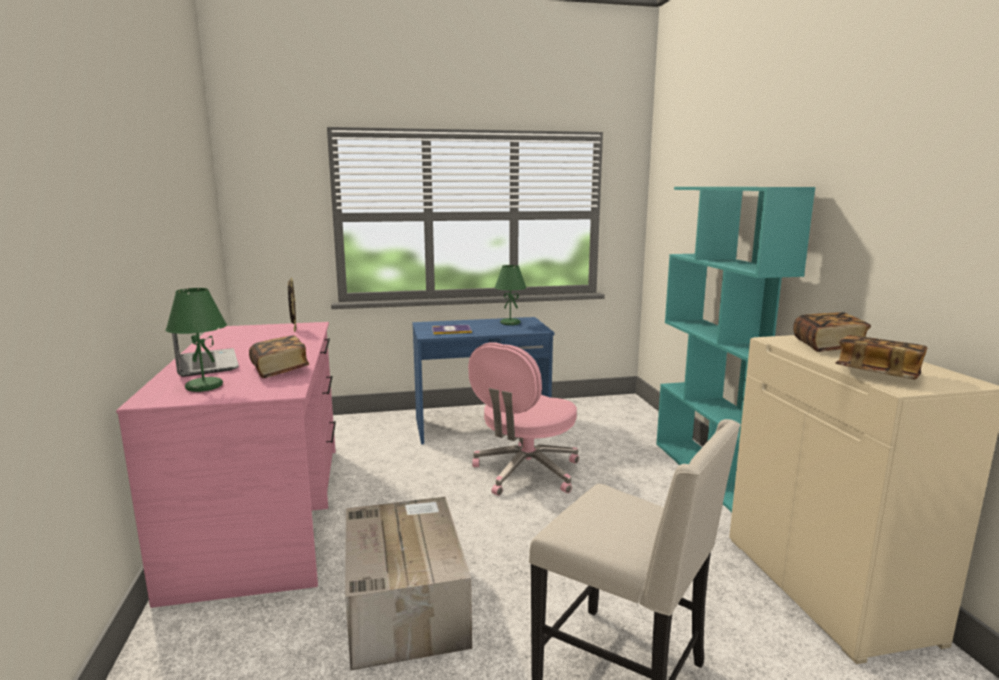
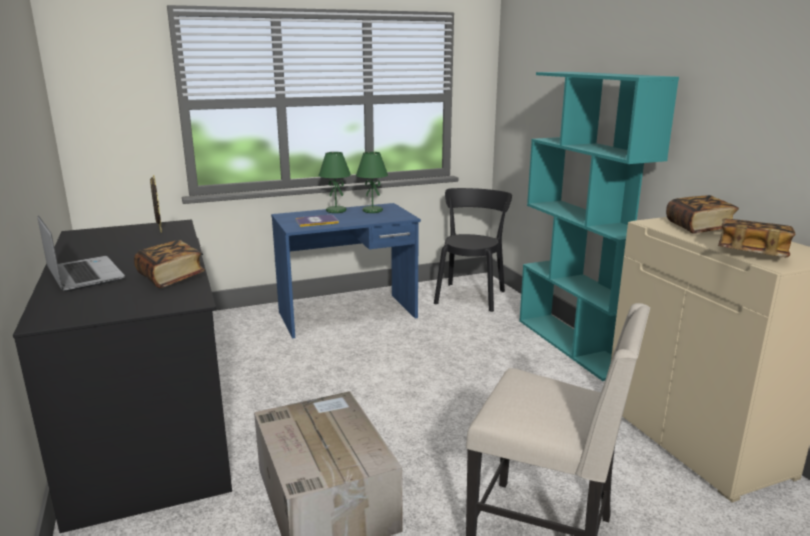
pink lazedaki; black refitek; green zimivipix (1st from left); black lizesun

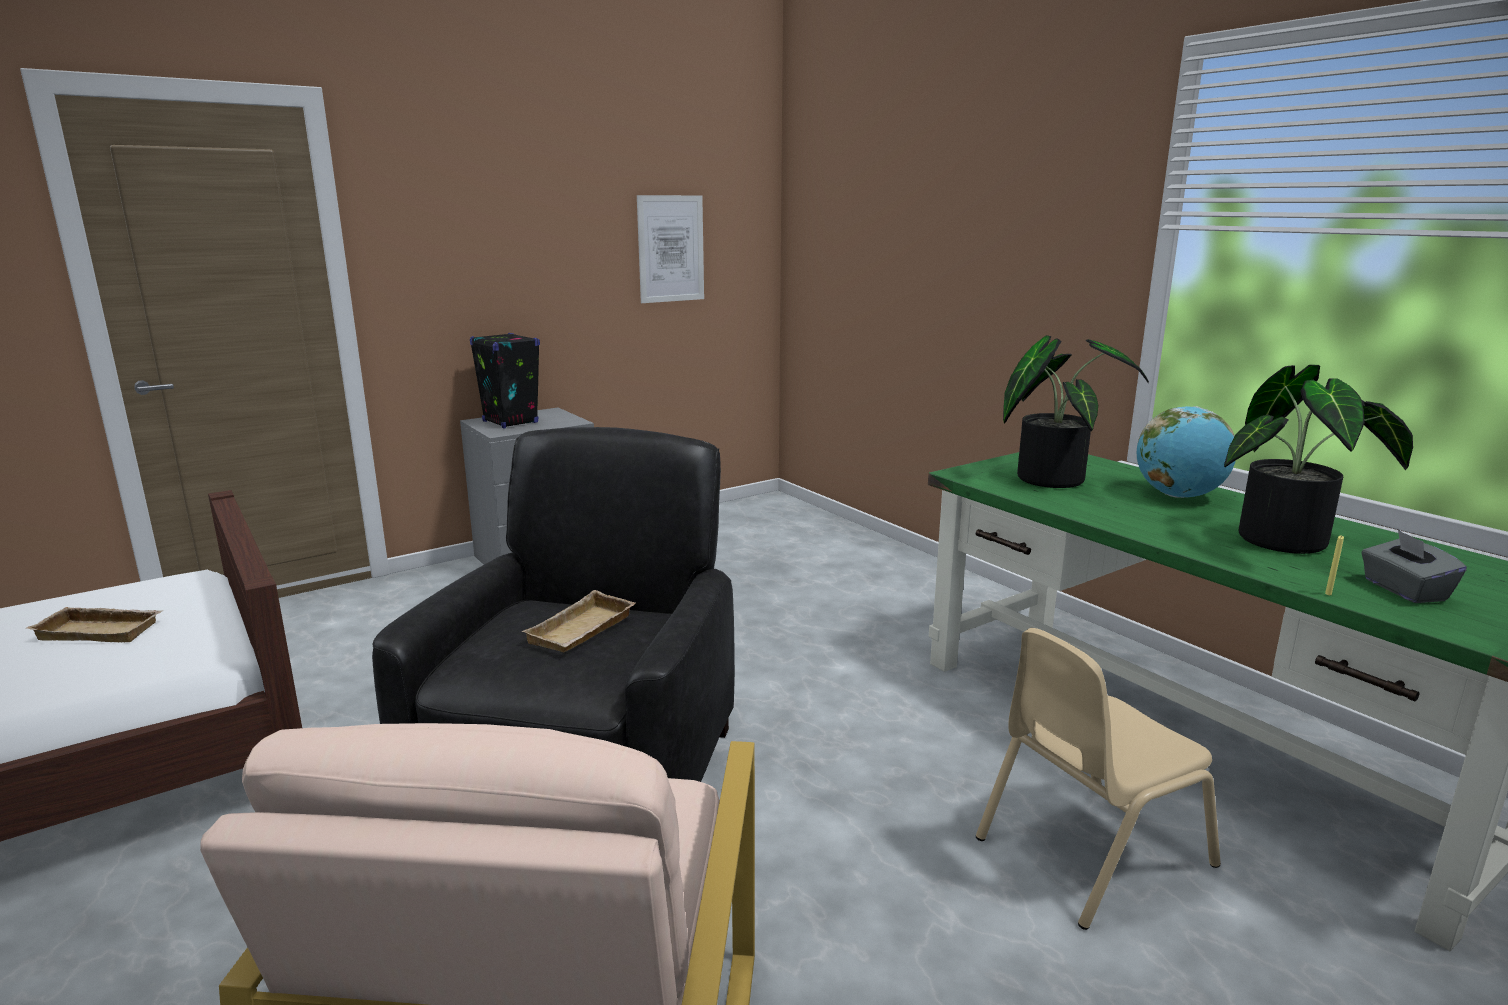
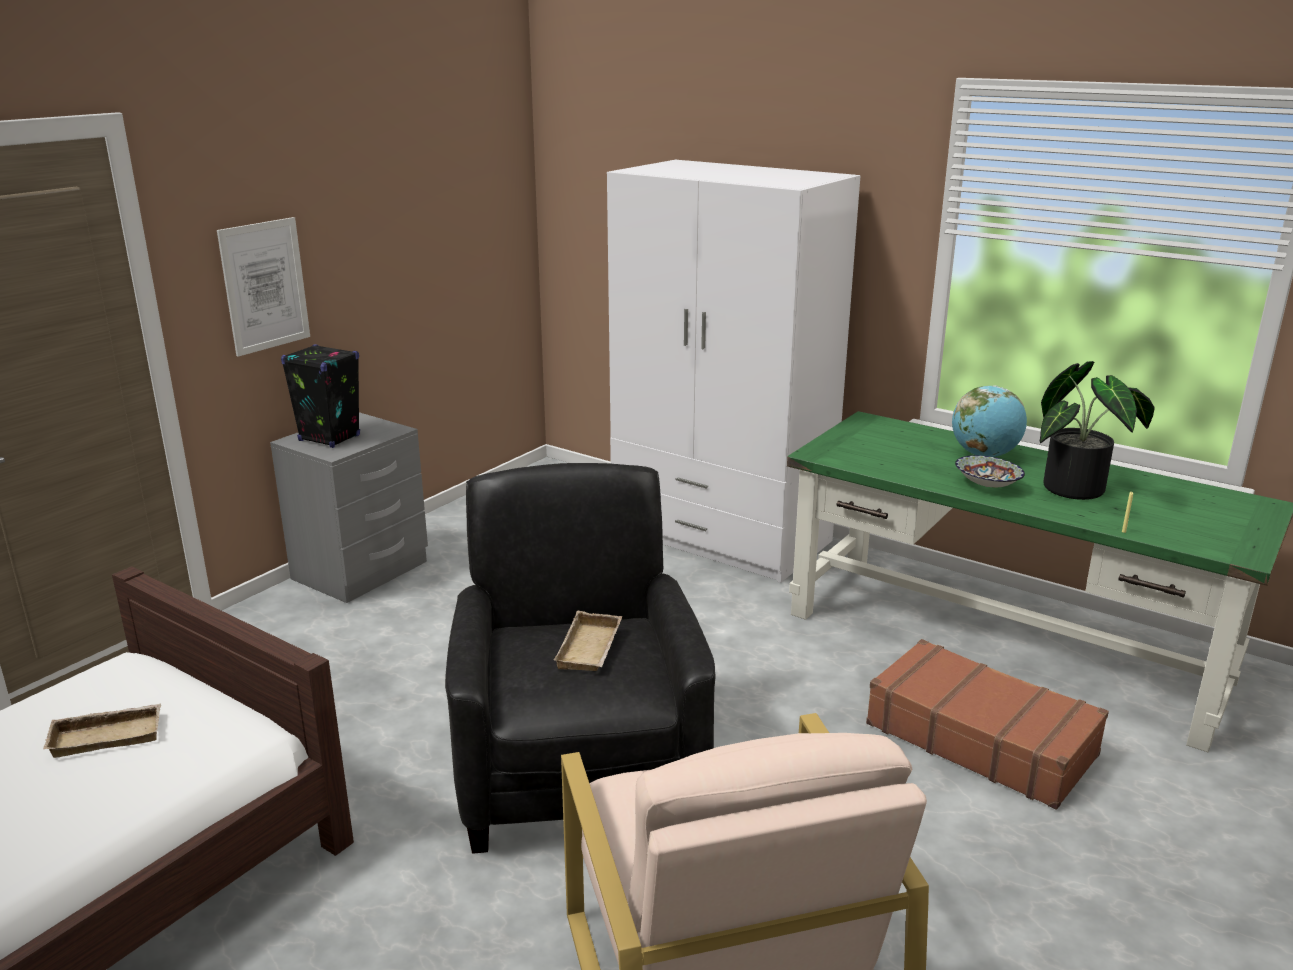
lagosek (1st from left in the first image); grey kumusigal; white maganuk; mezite; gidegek; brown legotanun

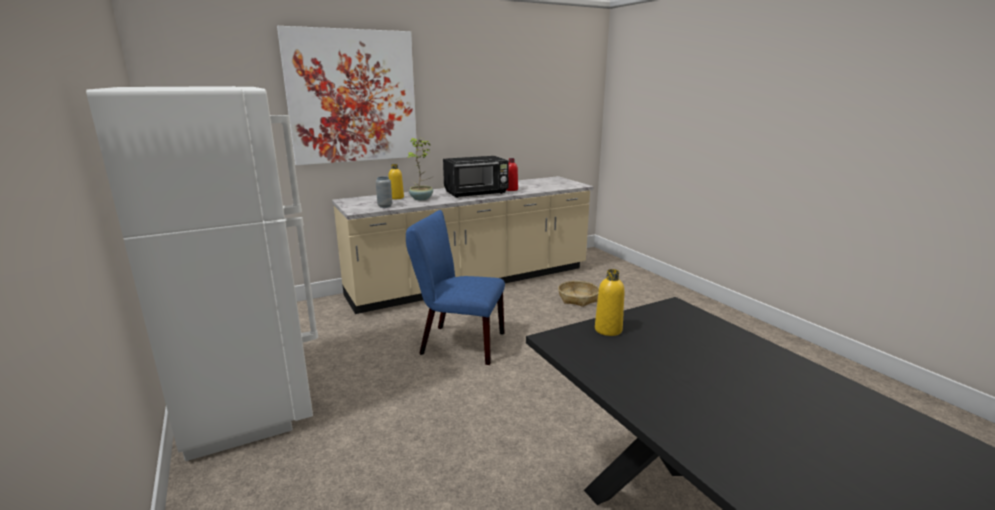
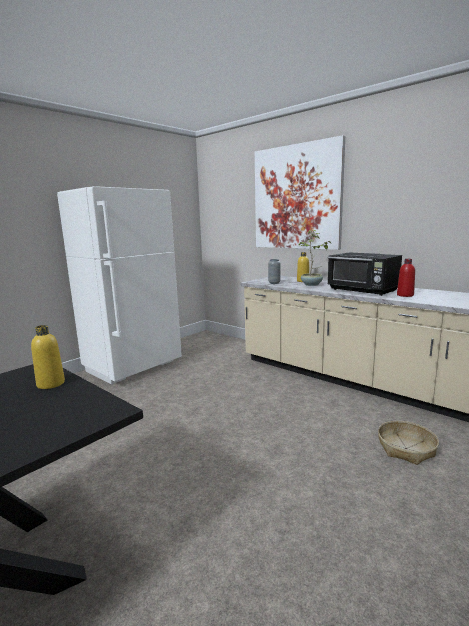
blue refitek

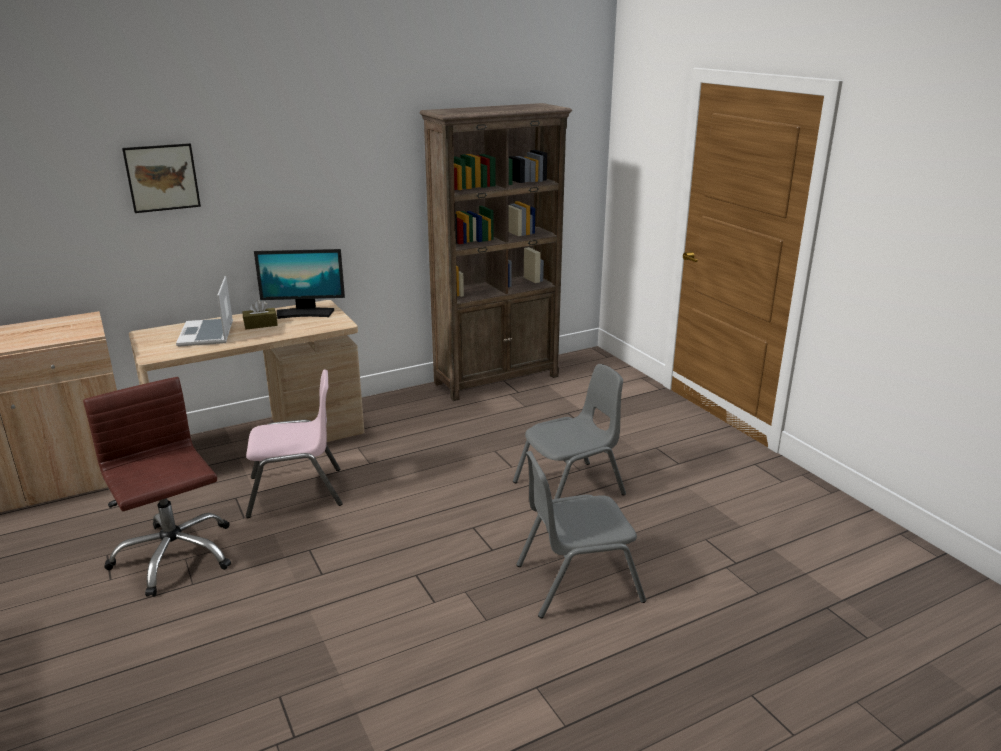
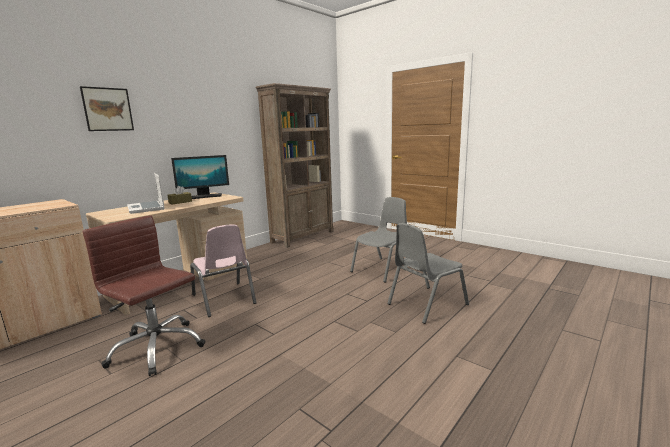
pink refitek

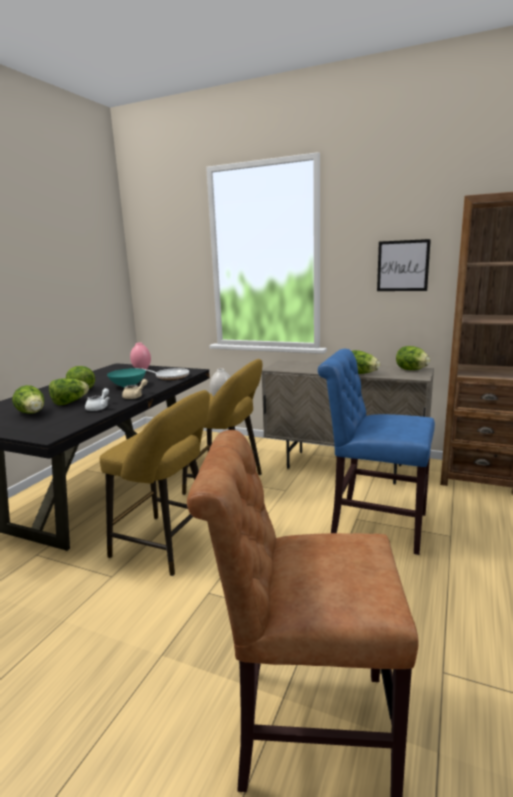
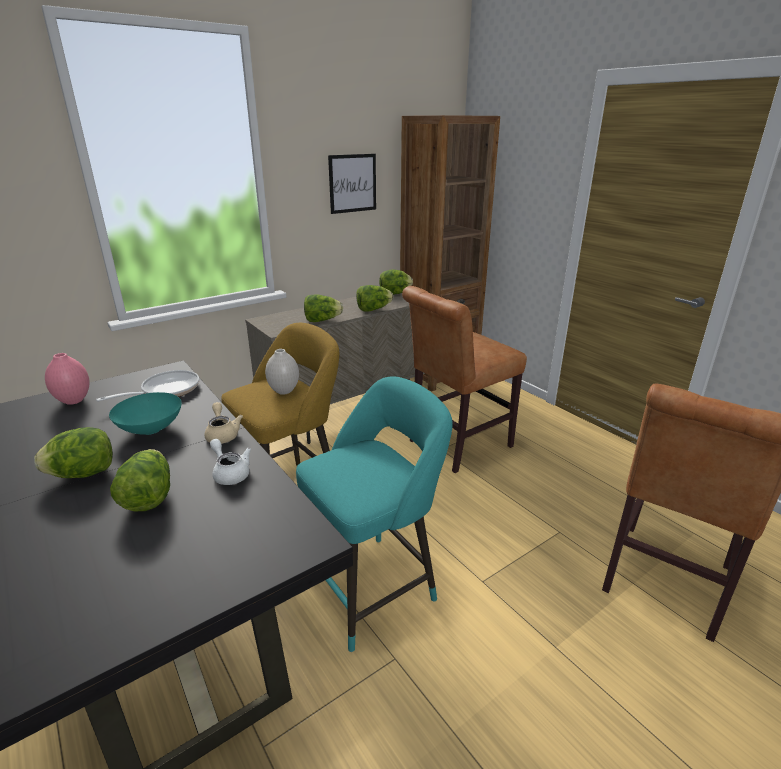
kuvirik (3rd from left); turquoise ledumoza; brown refitek (1st from left)

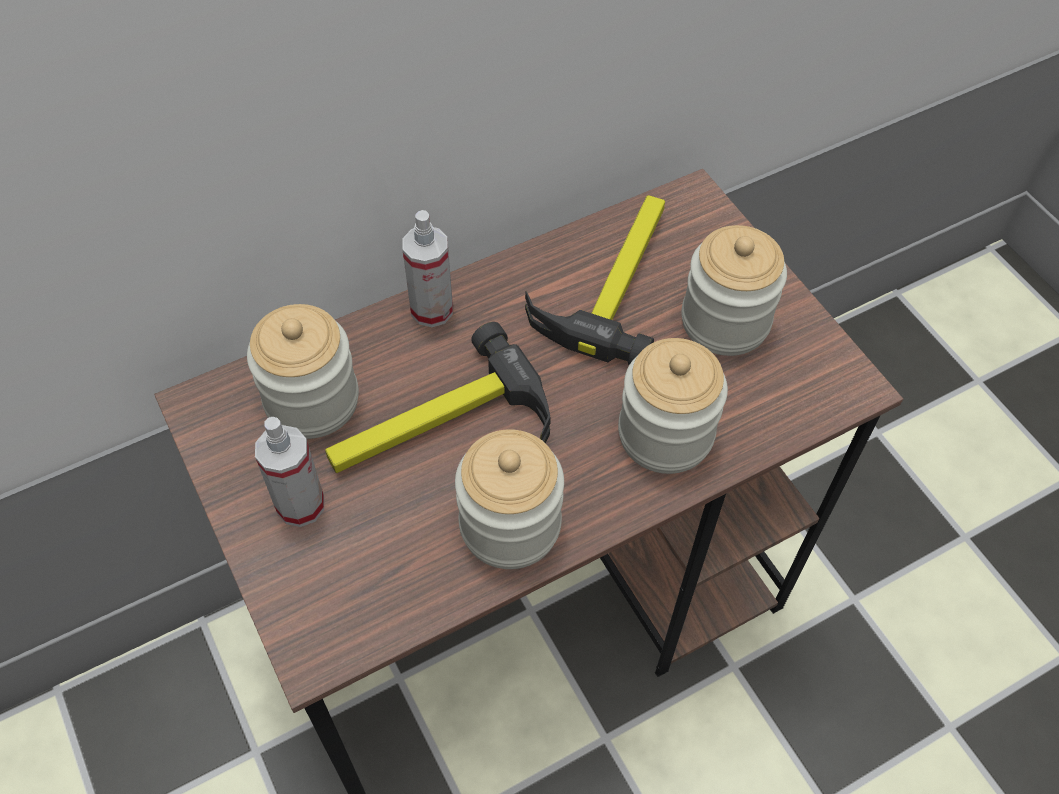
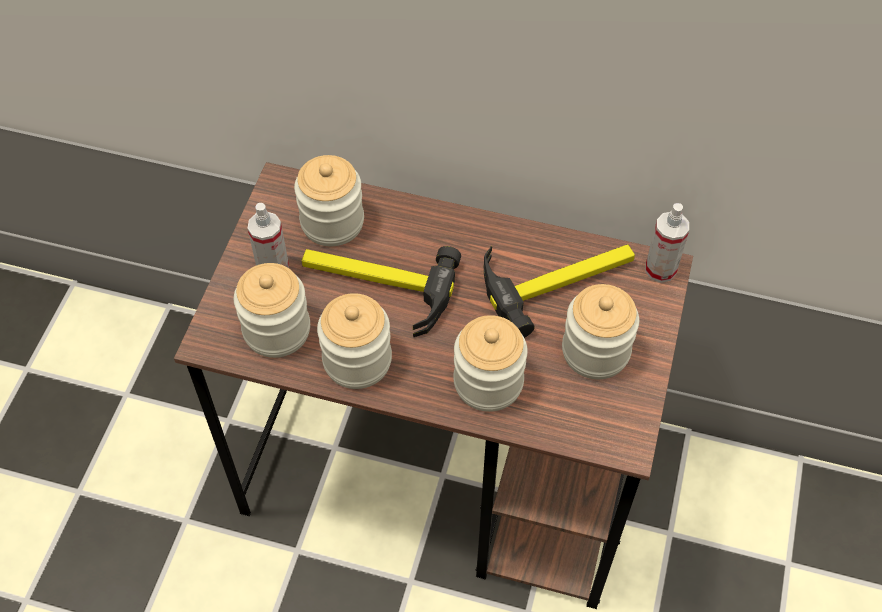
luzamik (1st from left); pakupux (2nd from left)

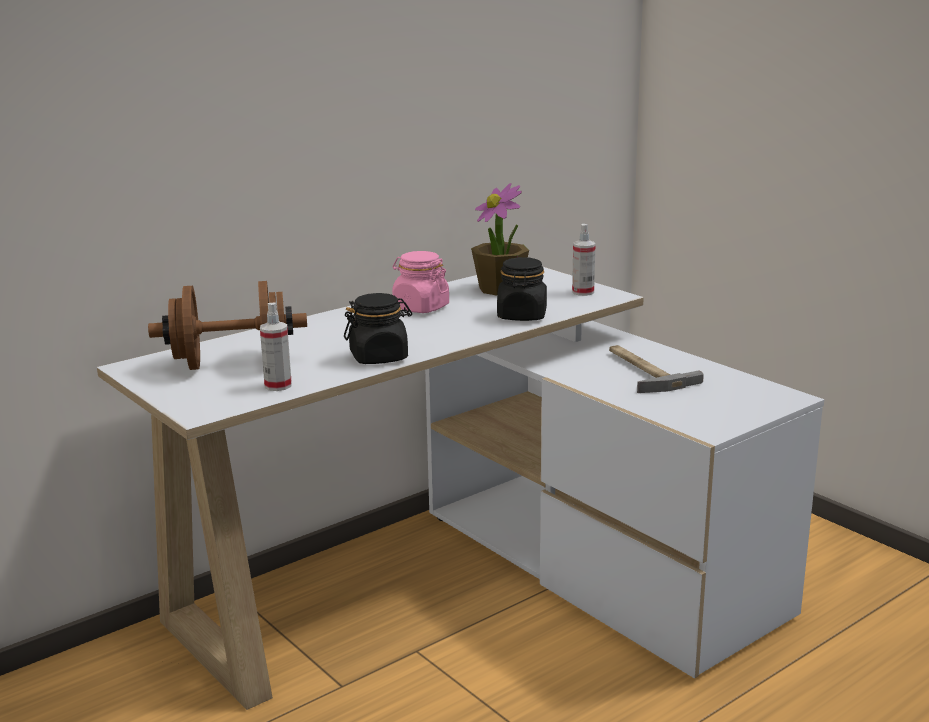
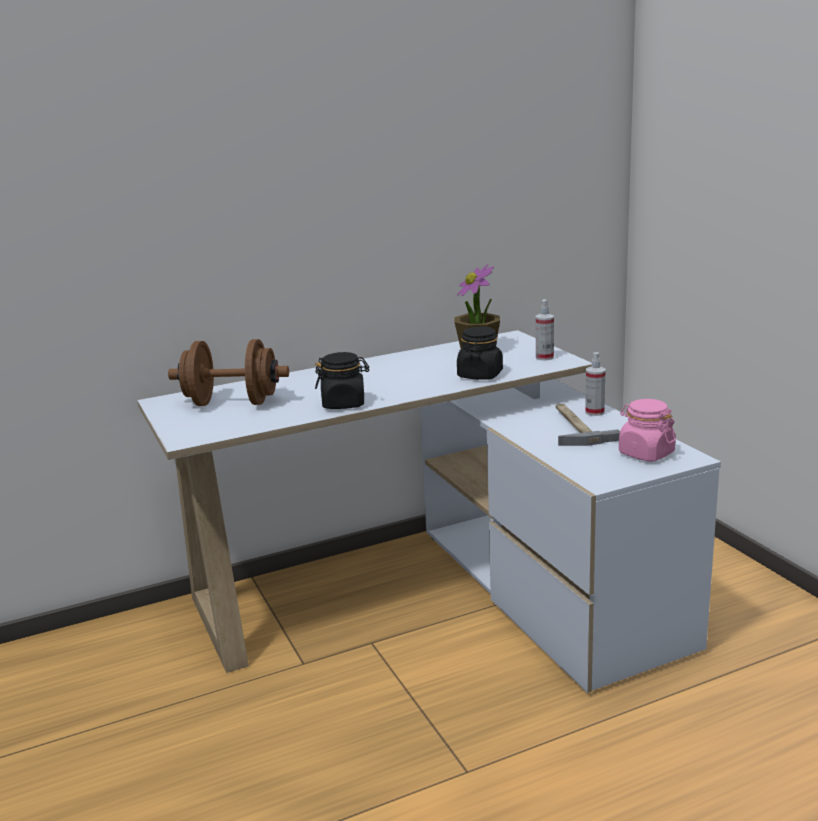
pakupux (2nd from left); pink luzamik

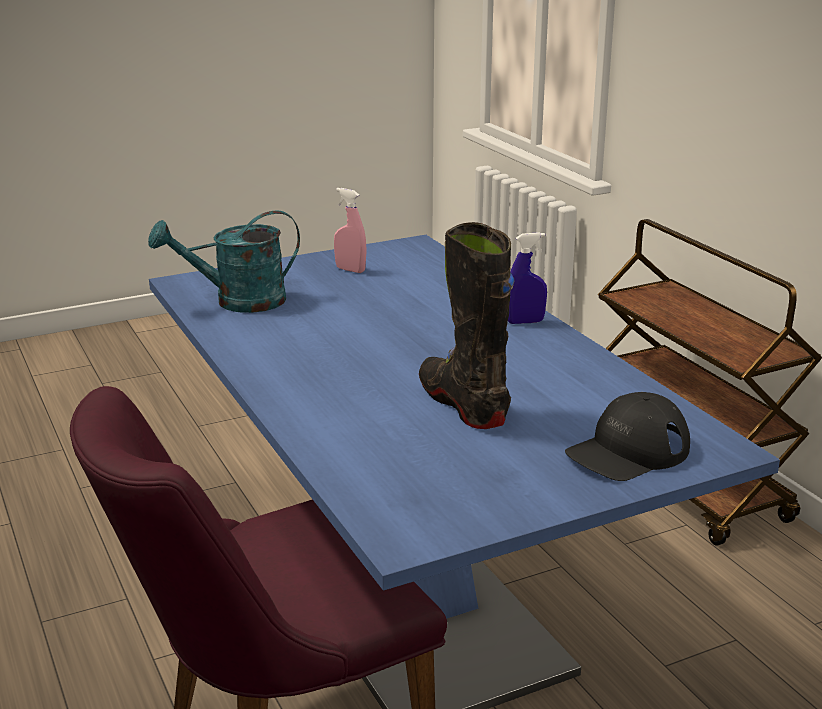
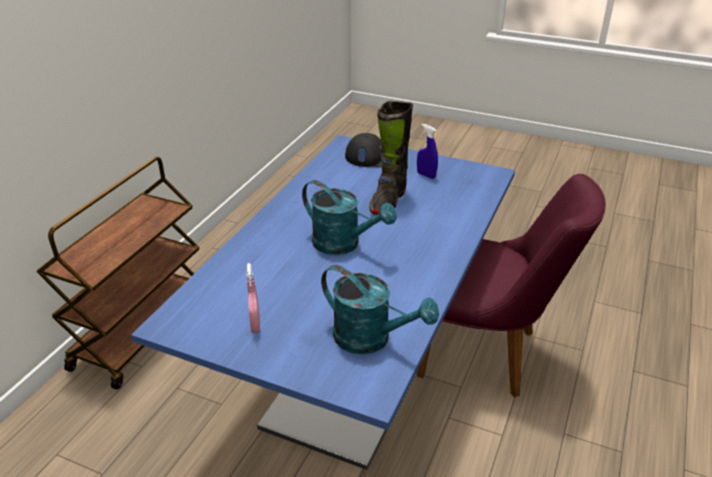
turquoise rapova (1st from left); blue pakupux

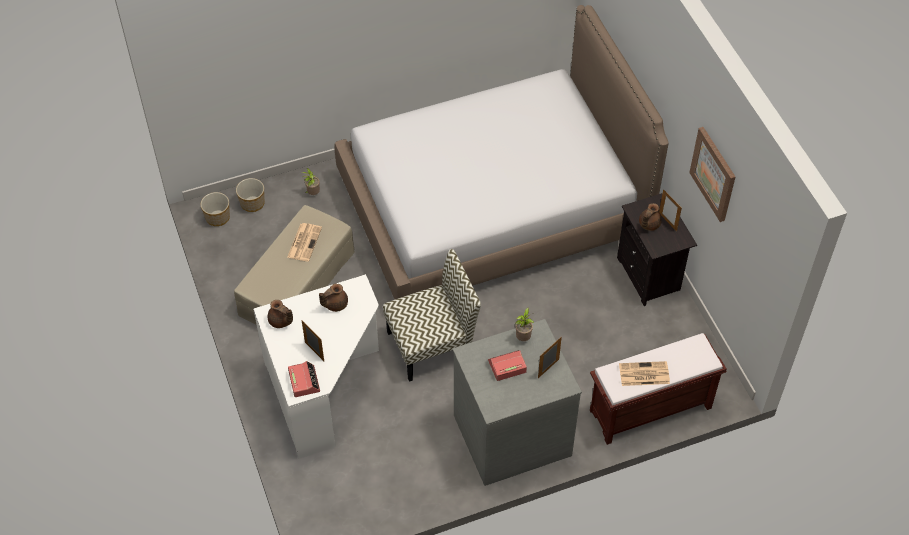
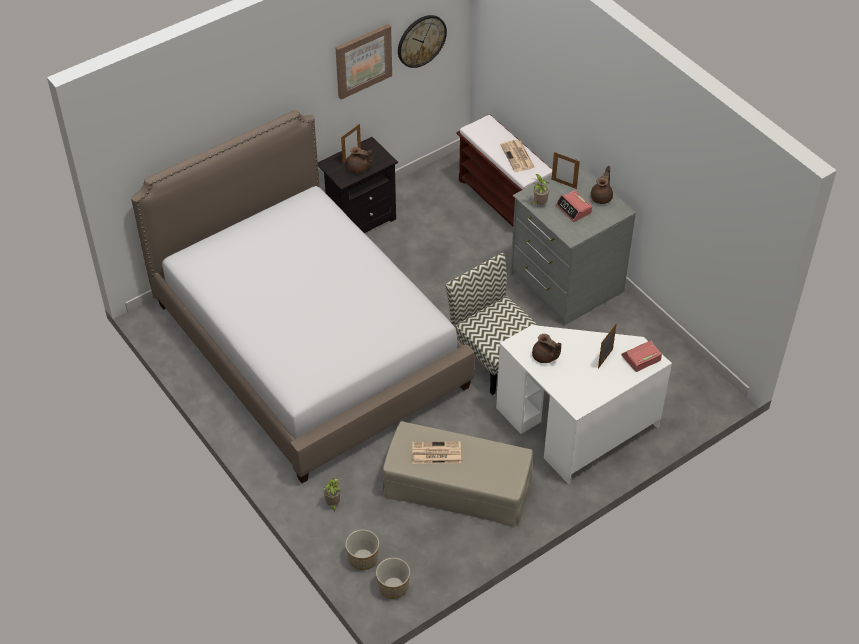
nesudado; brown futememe (3rd from left)

